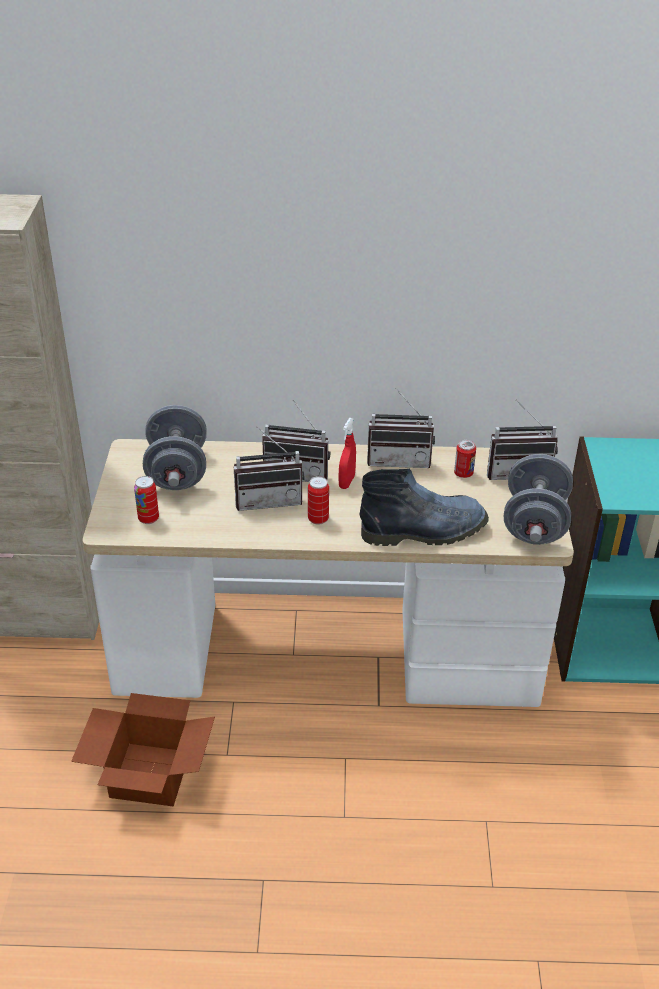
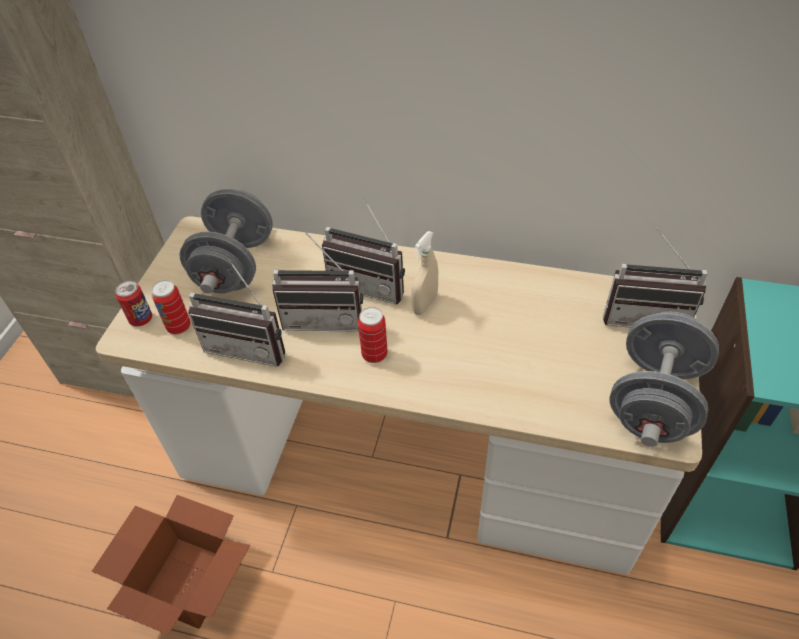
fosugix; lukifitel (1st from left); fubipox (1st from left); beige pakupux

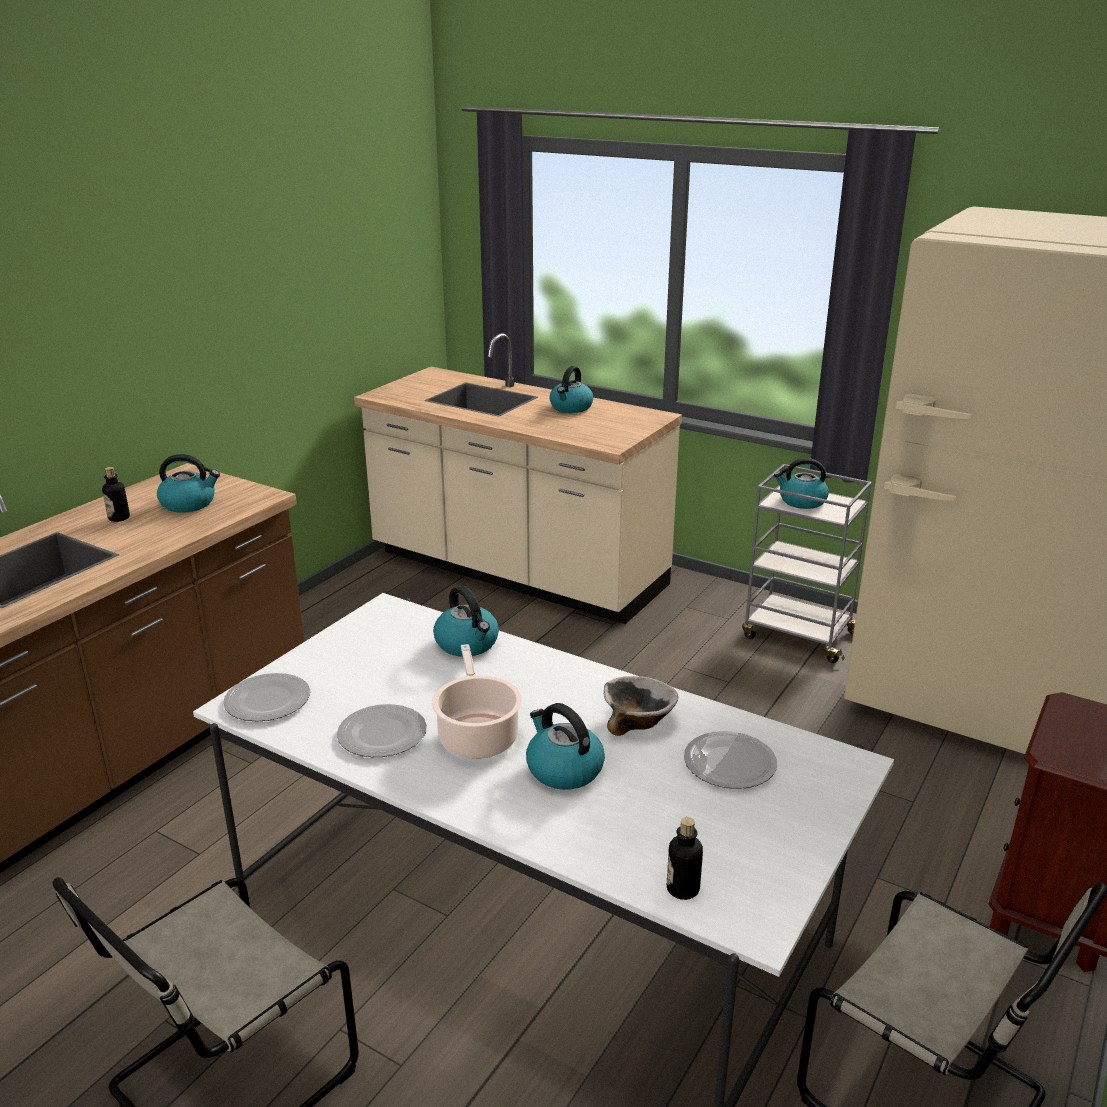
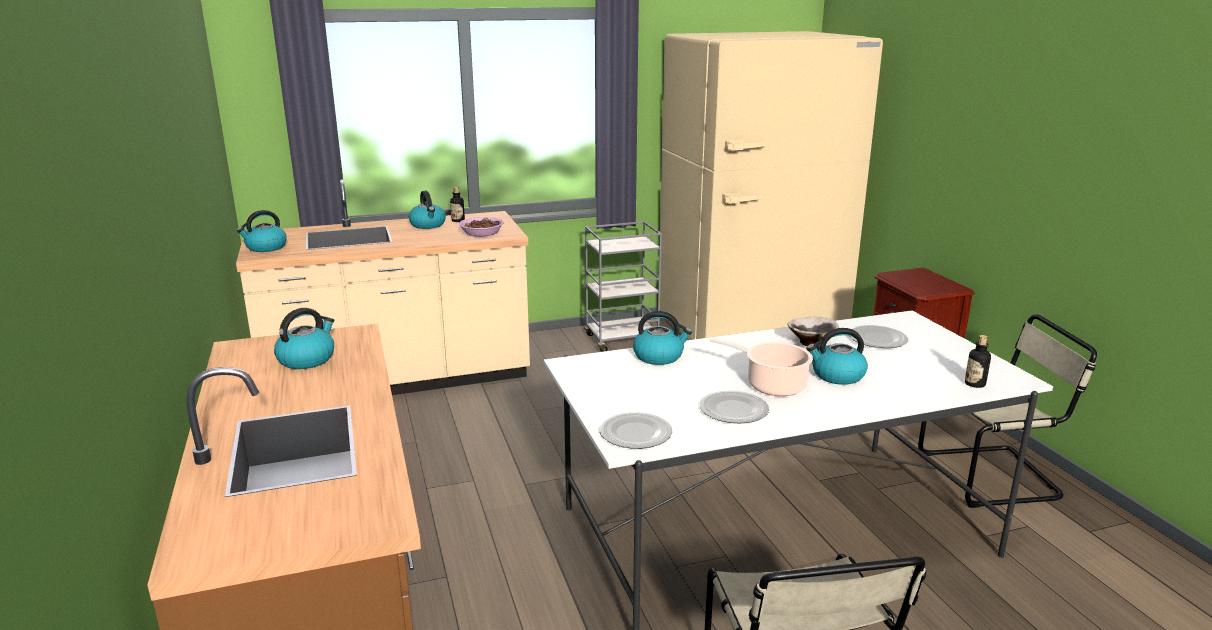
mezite (1st from left); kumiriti (1st from left); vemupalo (1st from left)

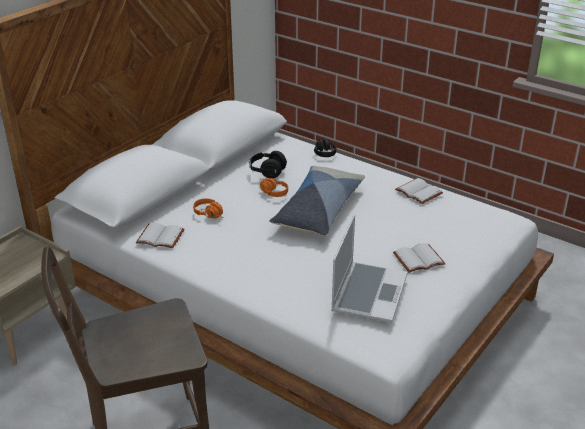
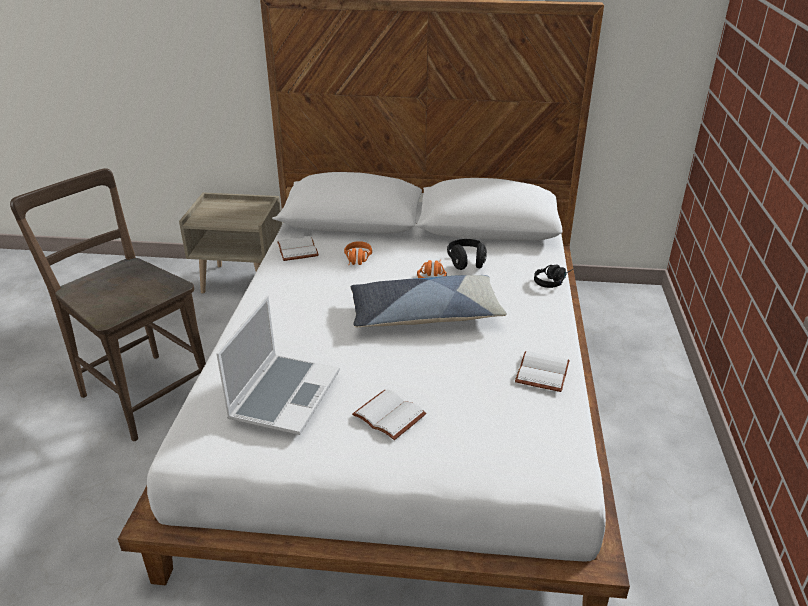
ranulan

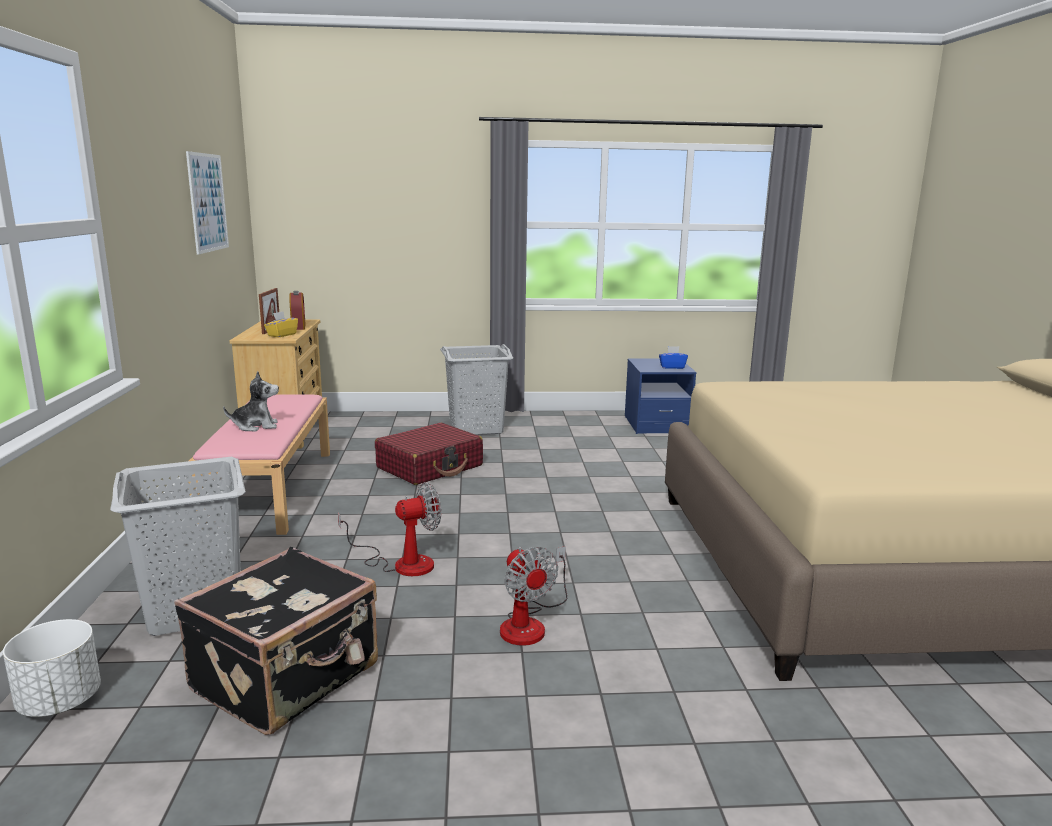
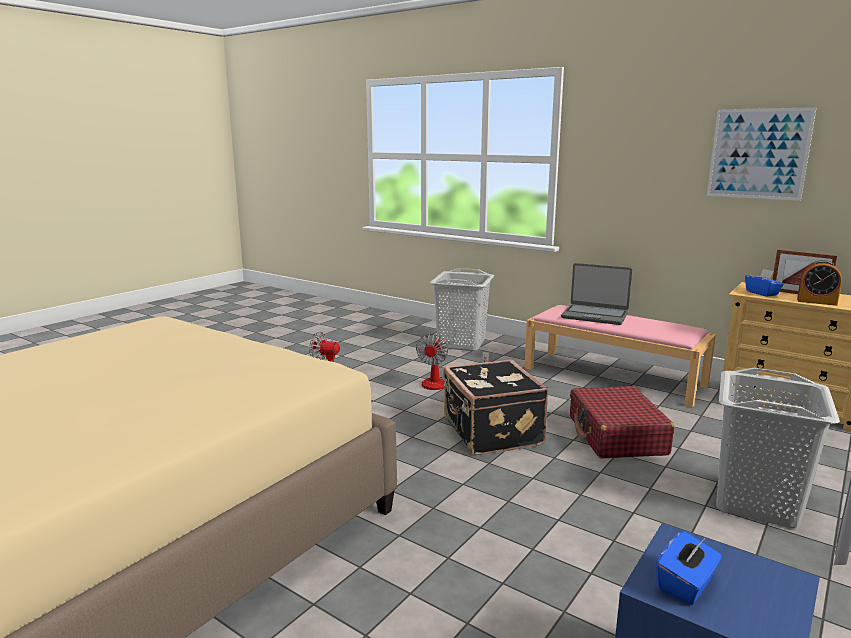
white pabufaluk; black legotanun; ranulan; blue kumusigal (2nd from left)

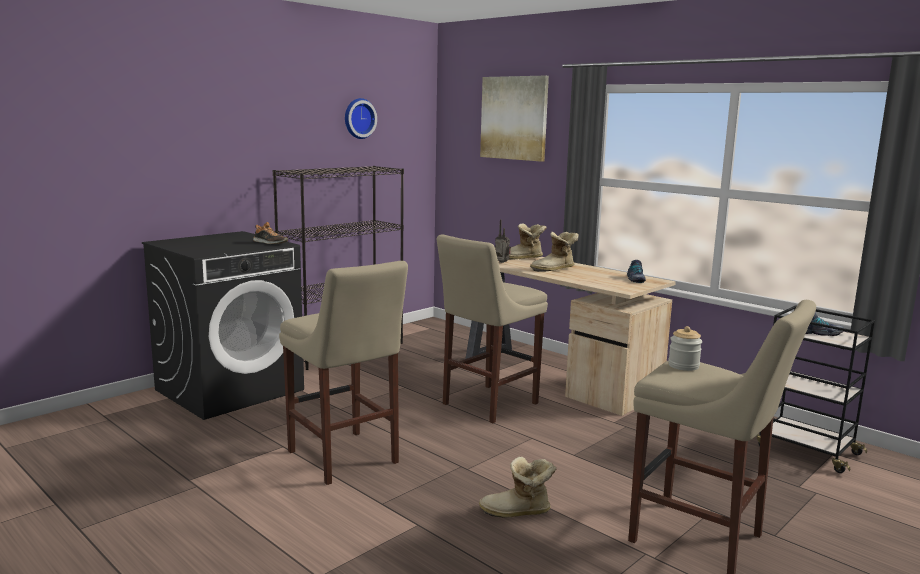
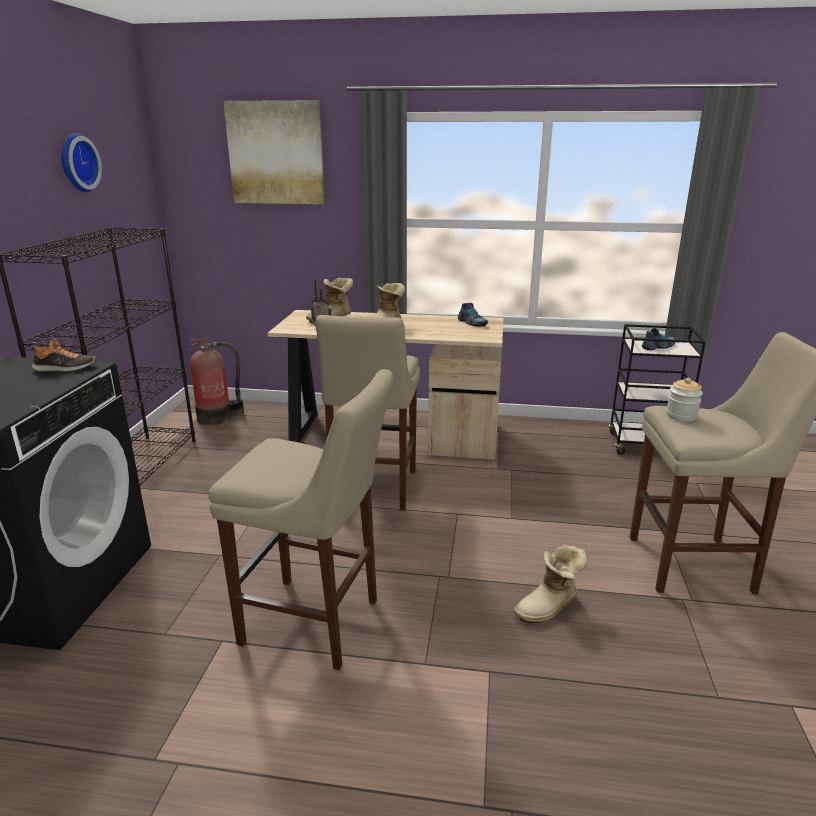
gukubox

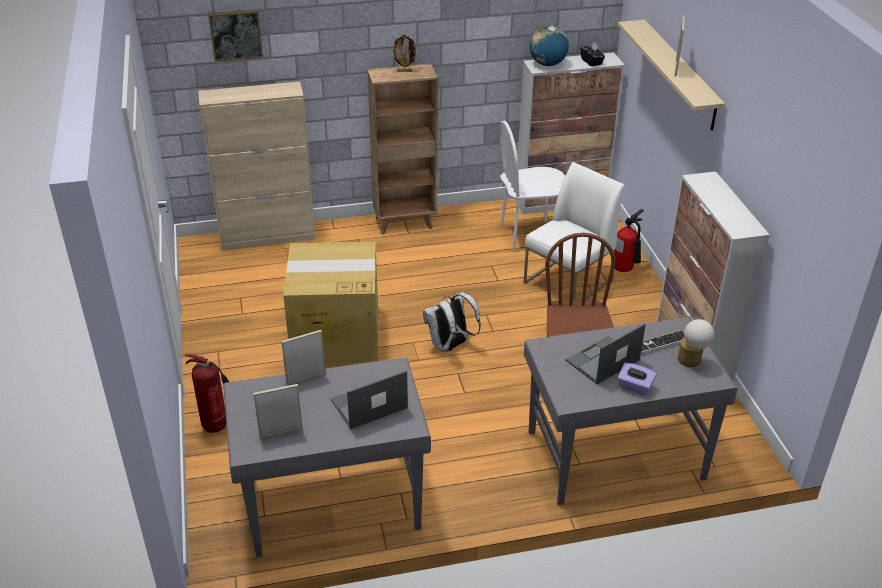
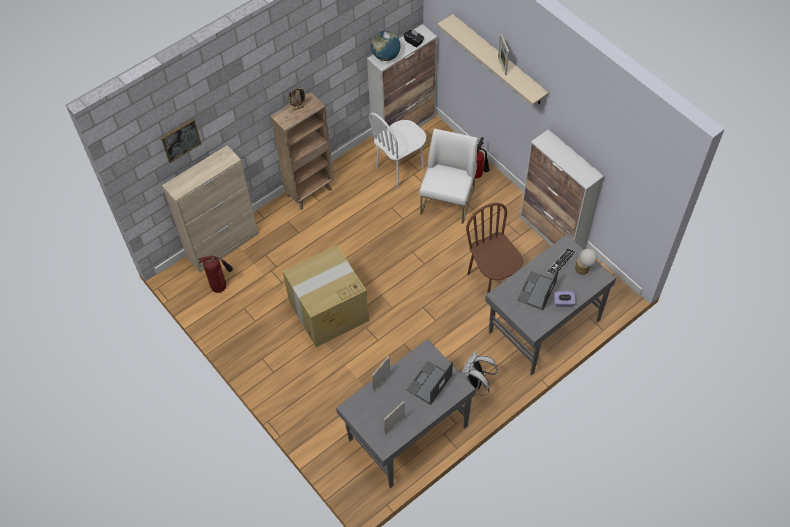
gukubox (1st from left); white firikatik

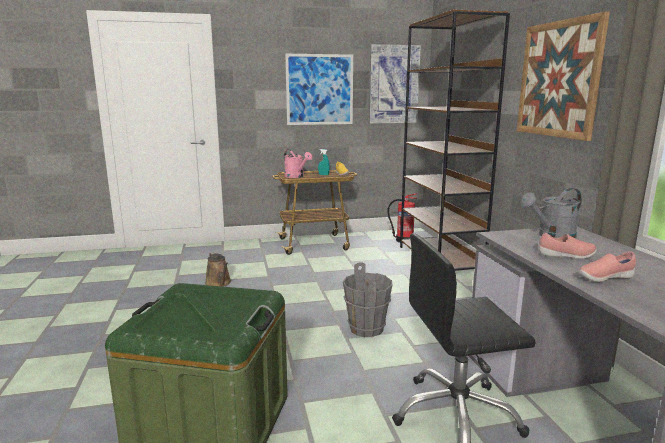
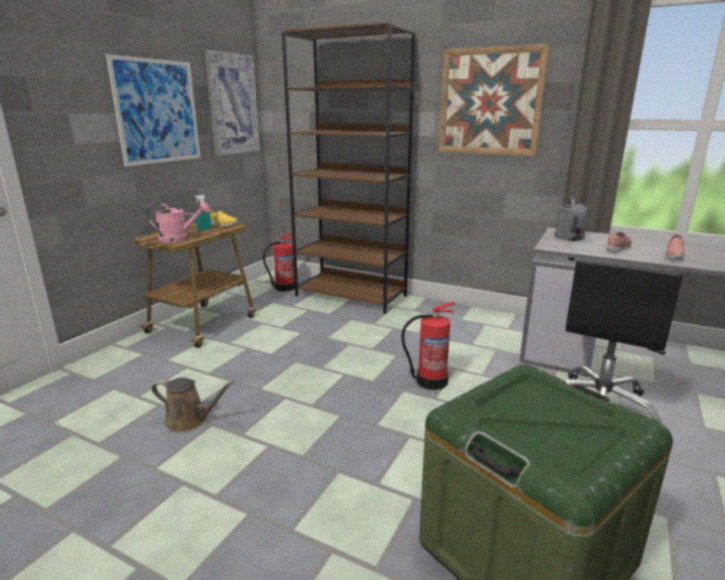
gukubox (2nd from left)

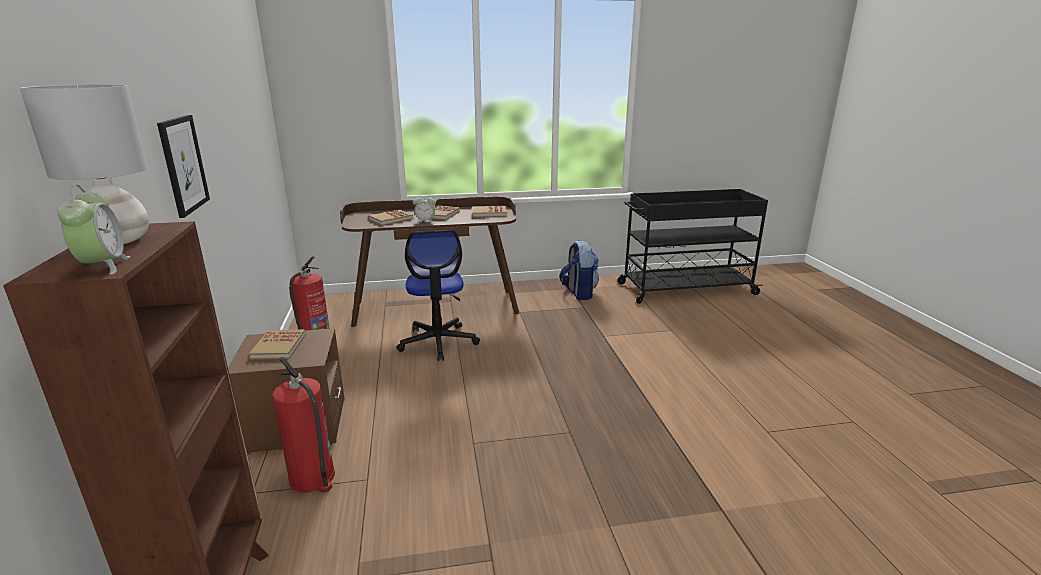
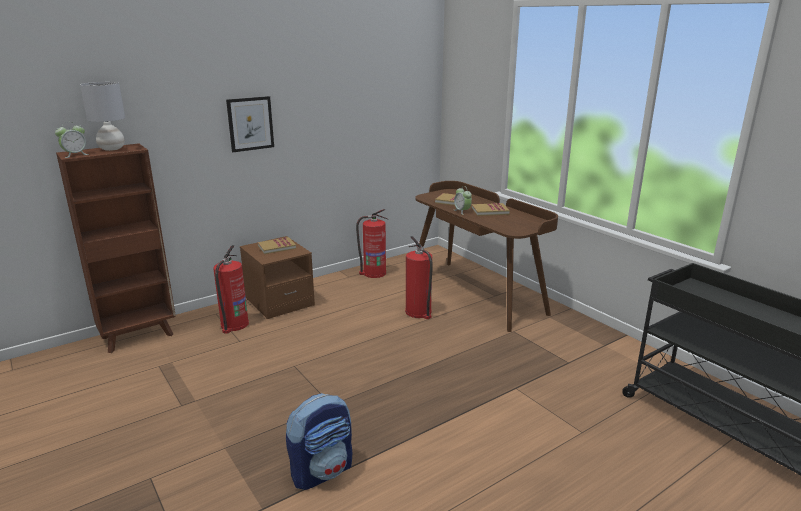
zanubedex (4th from left in the first image); firikatik; gukubox (3rd from left)

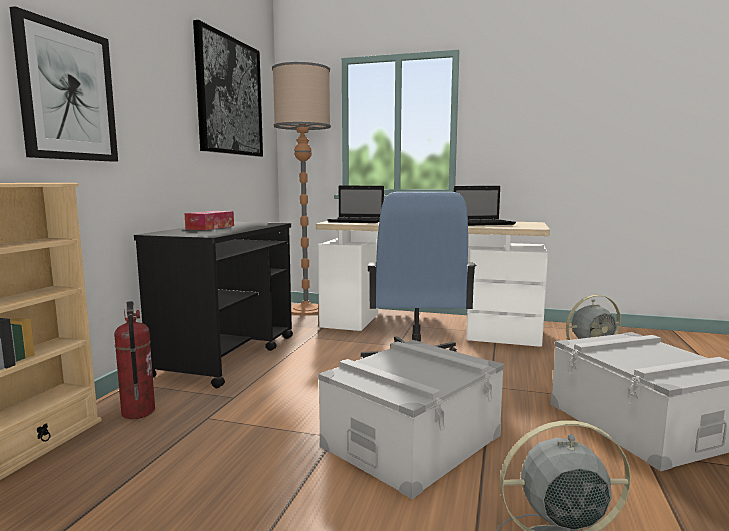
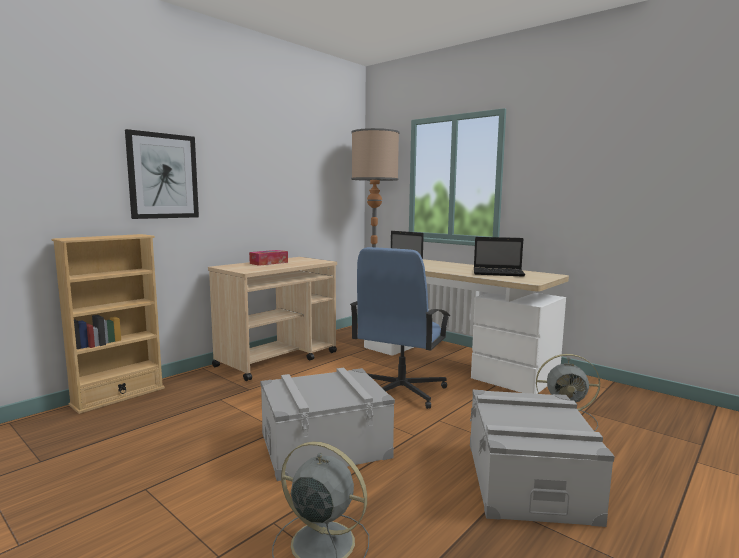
gukubox; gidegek (2nd from left in the first image); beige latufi

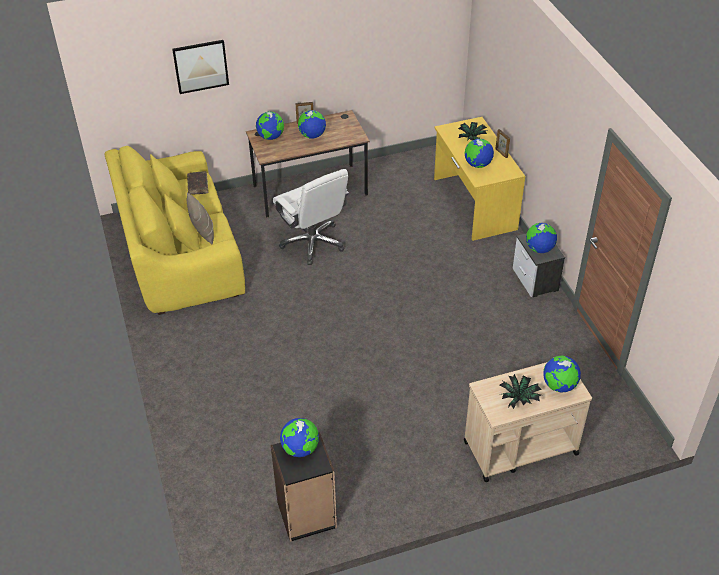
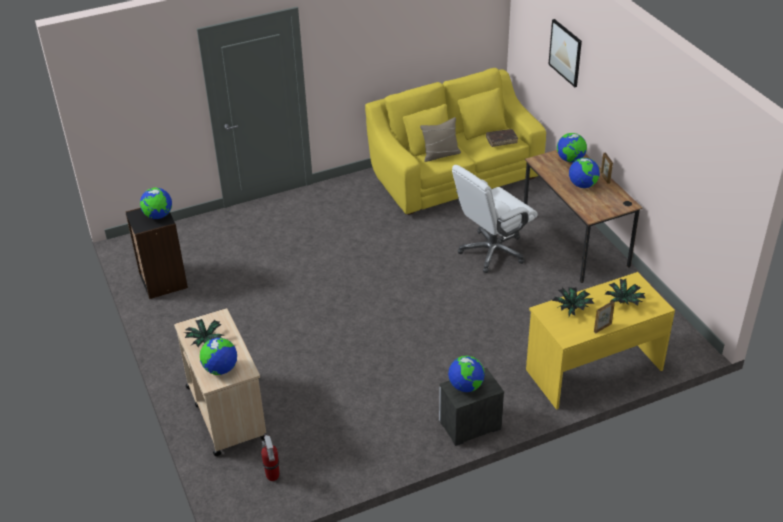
gukubox; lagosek (2nd from left)

